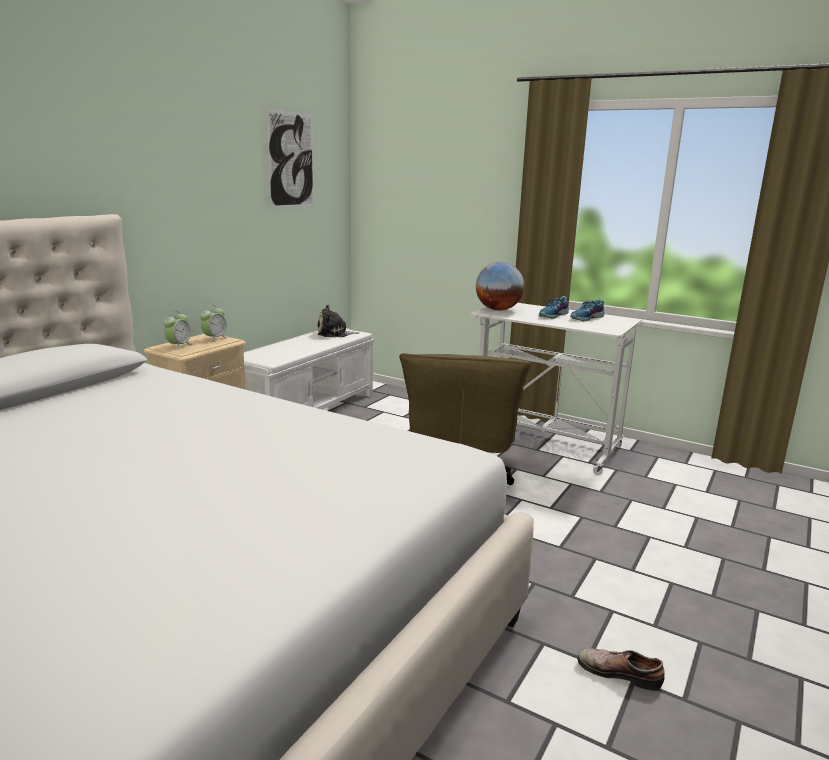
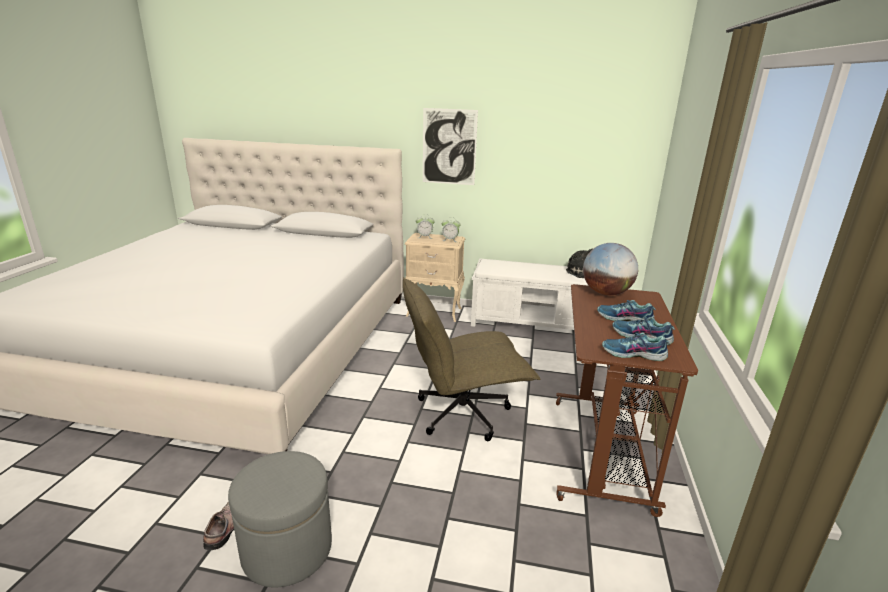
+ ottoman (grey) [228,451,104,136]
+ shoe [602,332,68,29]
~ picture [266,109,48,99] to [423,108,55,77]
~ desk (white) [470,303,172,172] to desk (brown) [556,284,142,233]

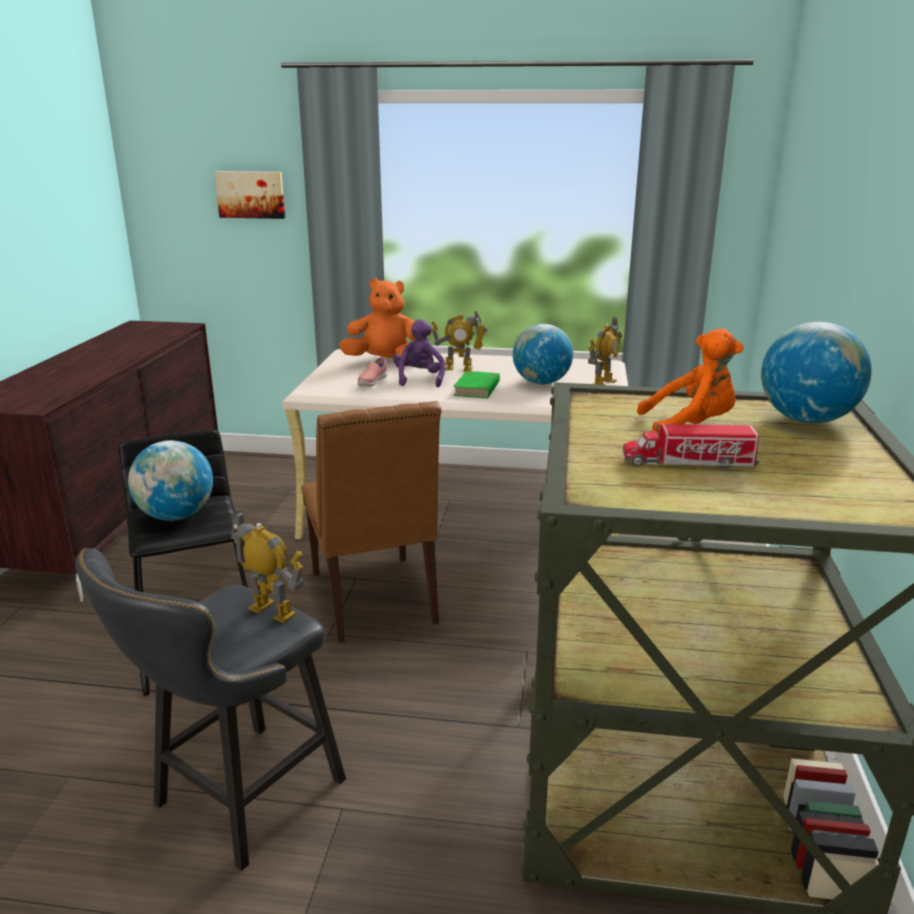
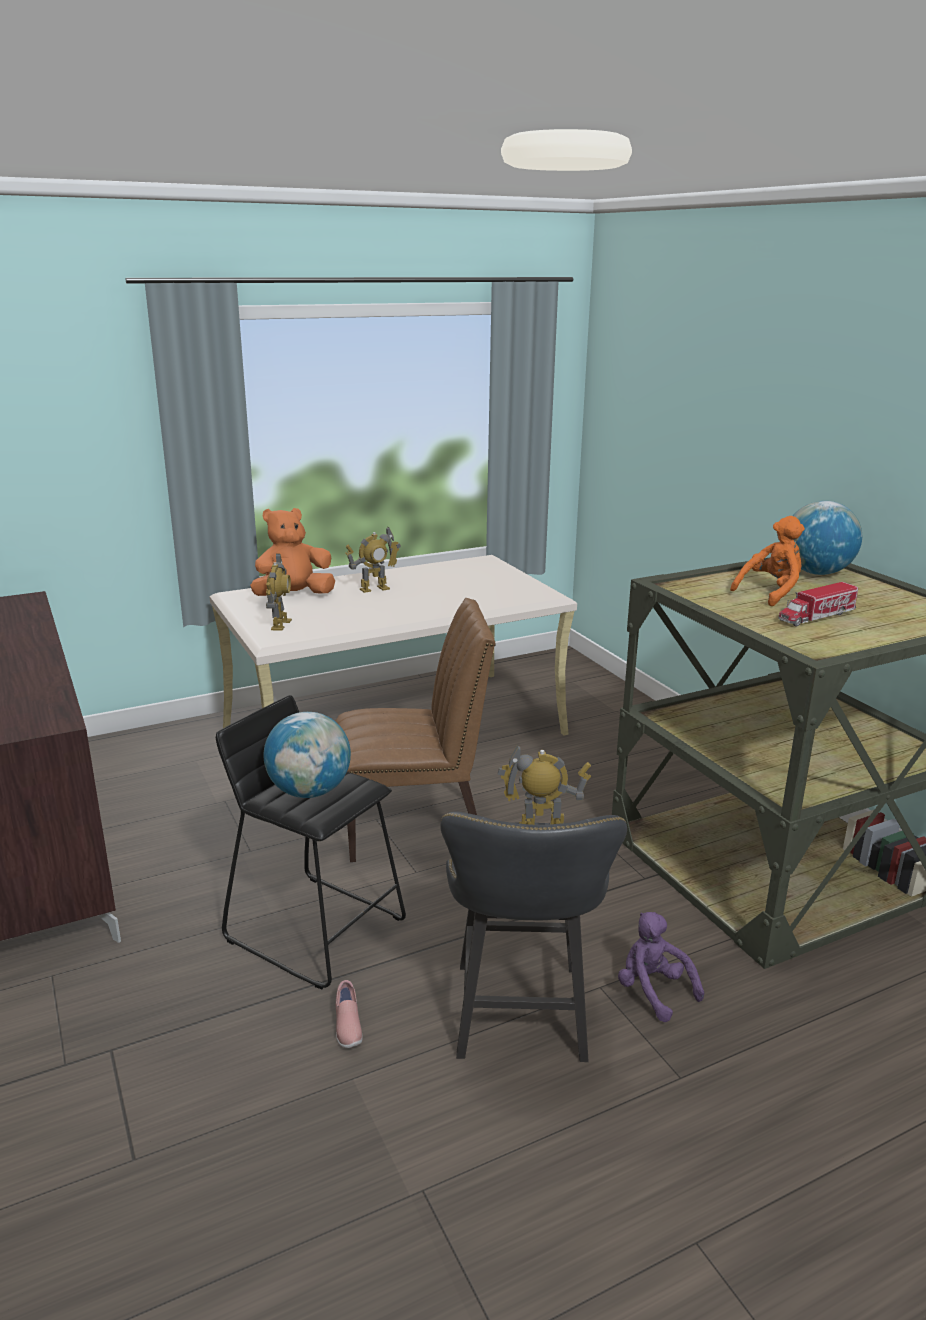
- picture [214,171,71,48]
- book (green) [453,371,47,28]
- globe [513,324,60,61]
~ shoe (pink) [357,357,30,30] to [336,980,27,68]
~ plush toy (purple) [393,319,52,68] to [618,912,86,110]
~ toy robot [588,317,34,68] to [266,554,26,77]
~ chair (brown) [301,401,140,242] = [335,598,161,264] 45 degrees counterclockwise

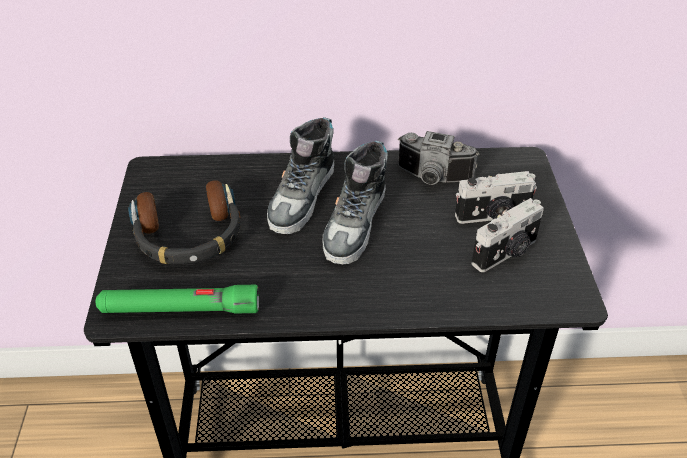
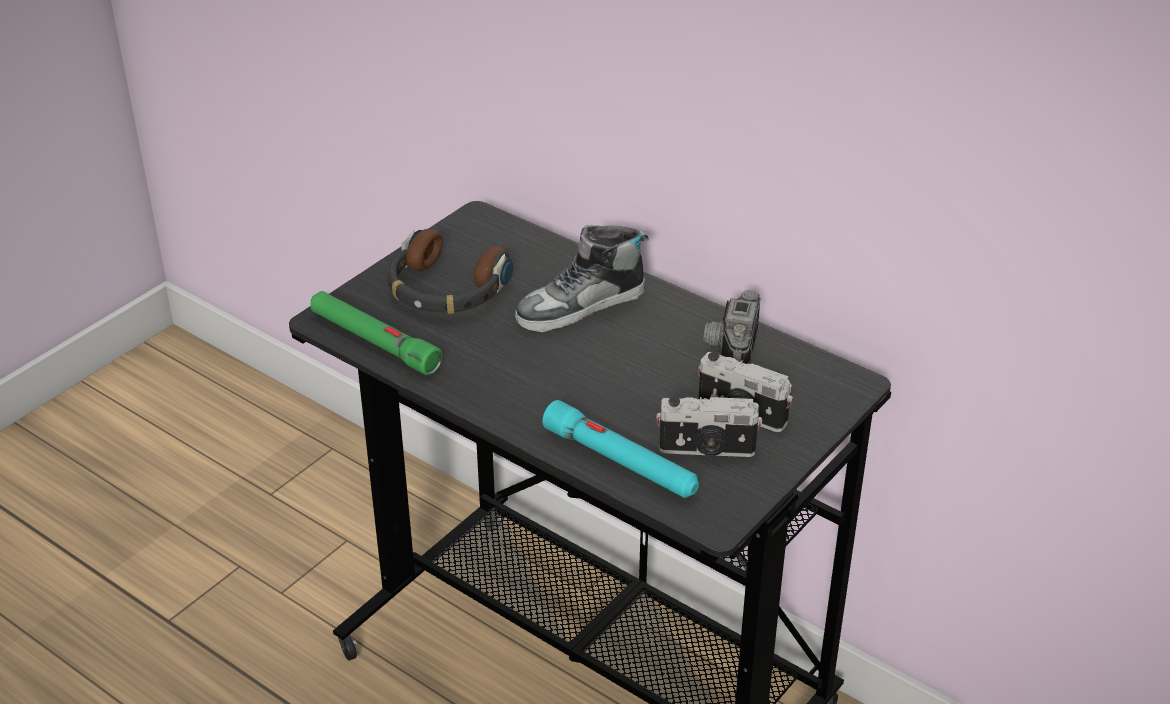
- shoe [322,140,66,124]
+ flashlight (turquoise) [542,400,157,98]
~ photo camera [398,131,81,54] = [704,290,57,74] 45 degrees clockwise

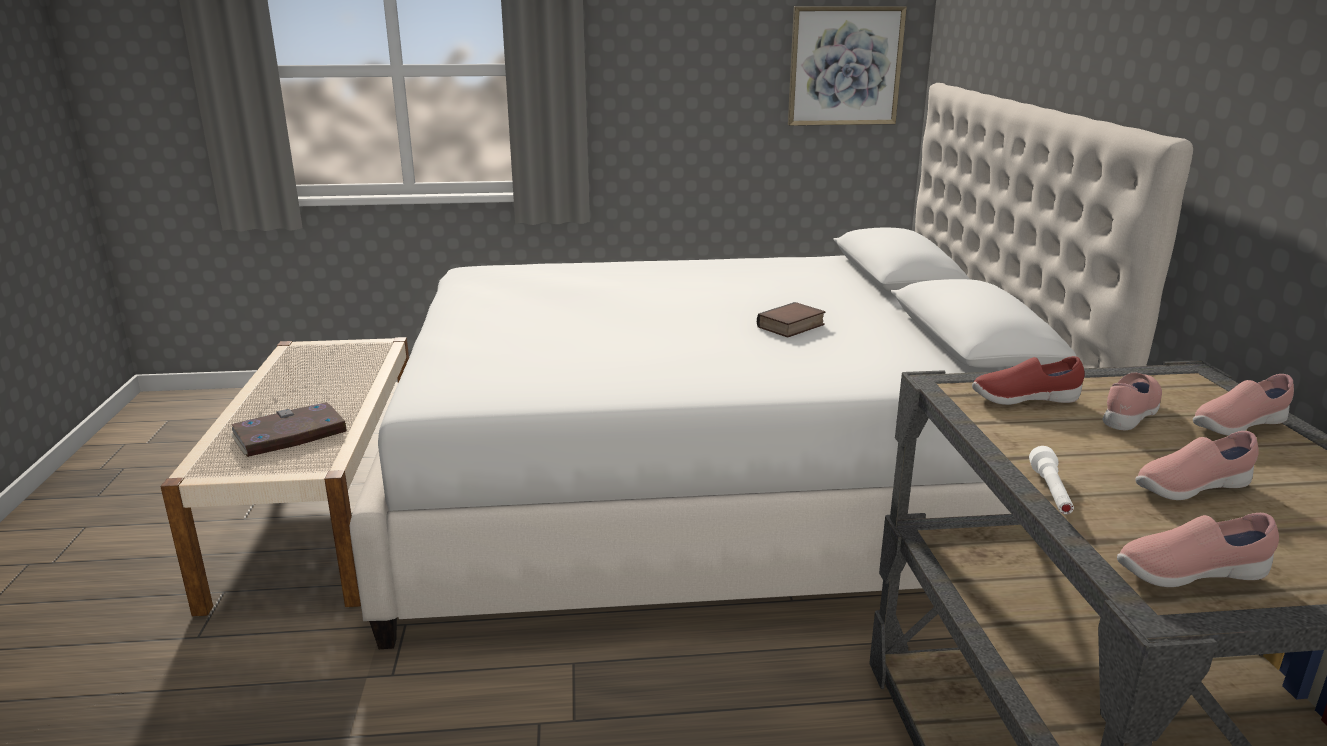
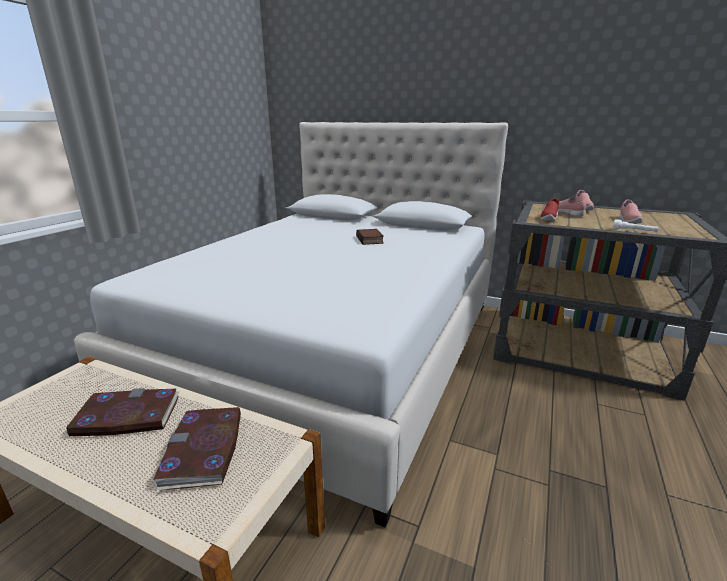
- picture [788,6,119,120]
- shoe (pink) [1117,513,162,74]
+ book [66,388,113,48]

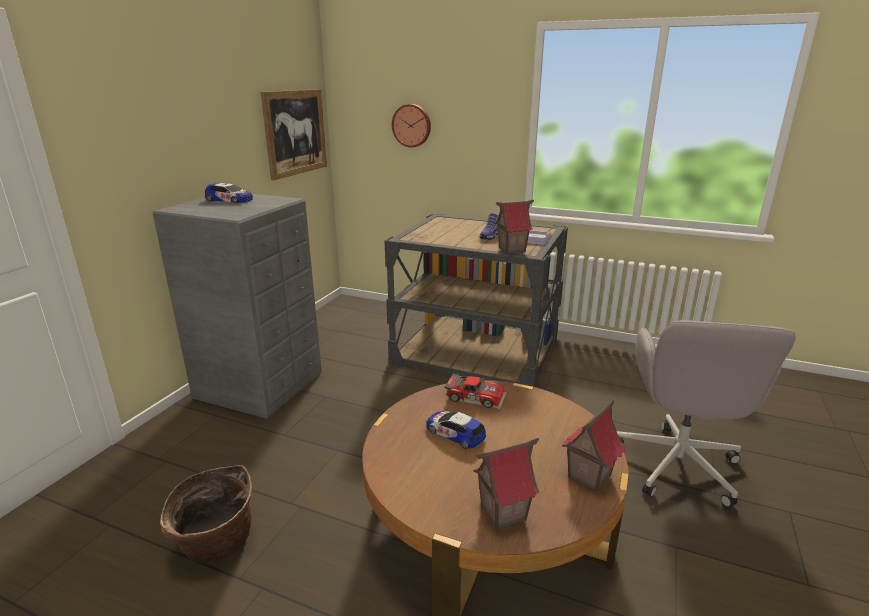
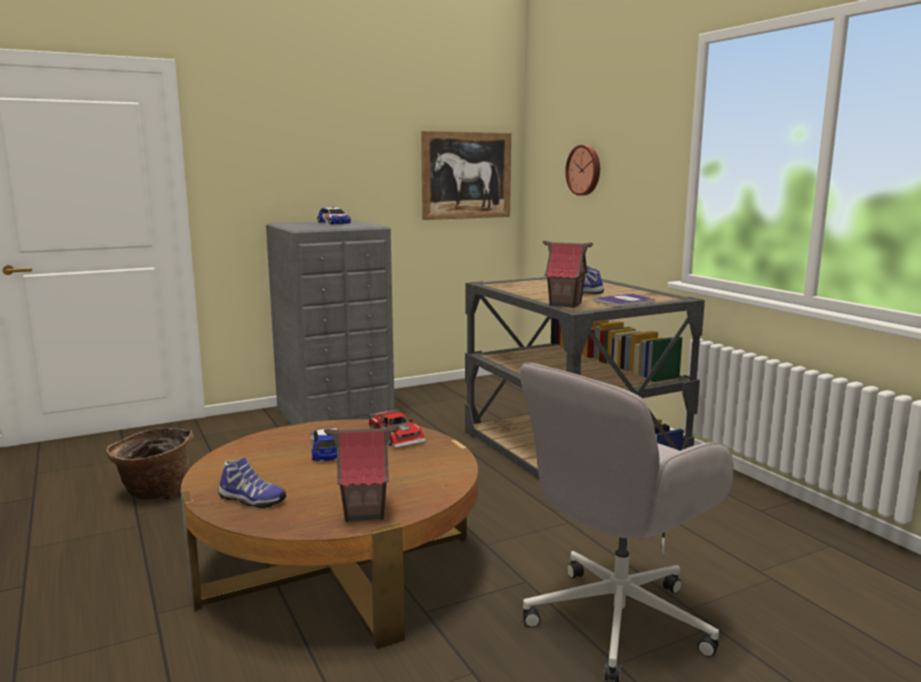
~ toy house [473,438,67,92] to shoe [218,457,68,51]

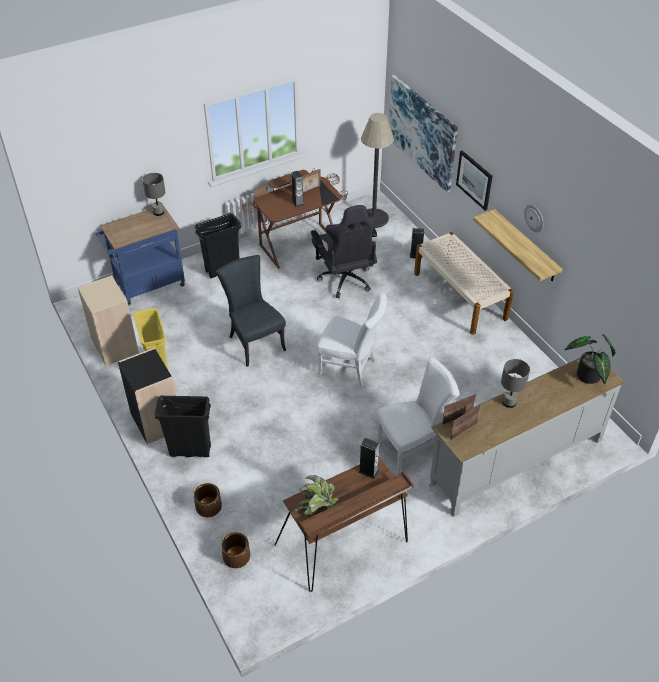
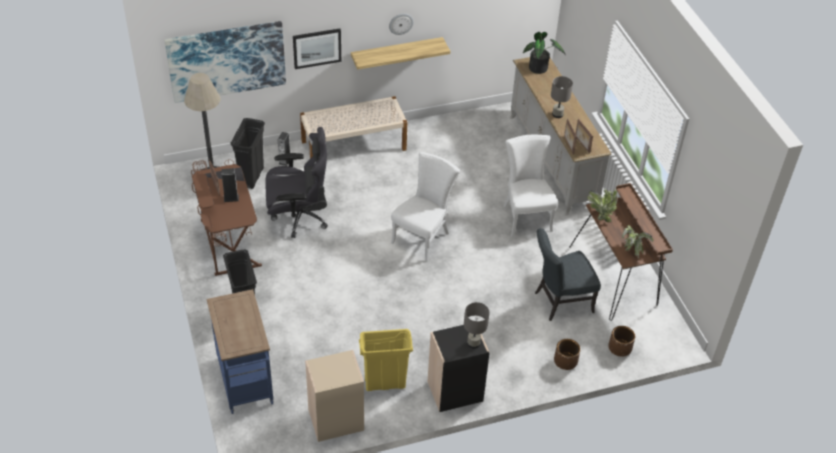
~ table lamp (grey) [143,173,22,43] to [464,302,25,47]
~ trash can (black) [155,396,56,61] to [230,118,35,71]
~ chair (grey) [216,255,70,112] to [535,228,66,93]
~ speaker [358,438,22,41] to potted plant [587,189,31,33]

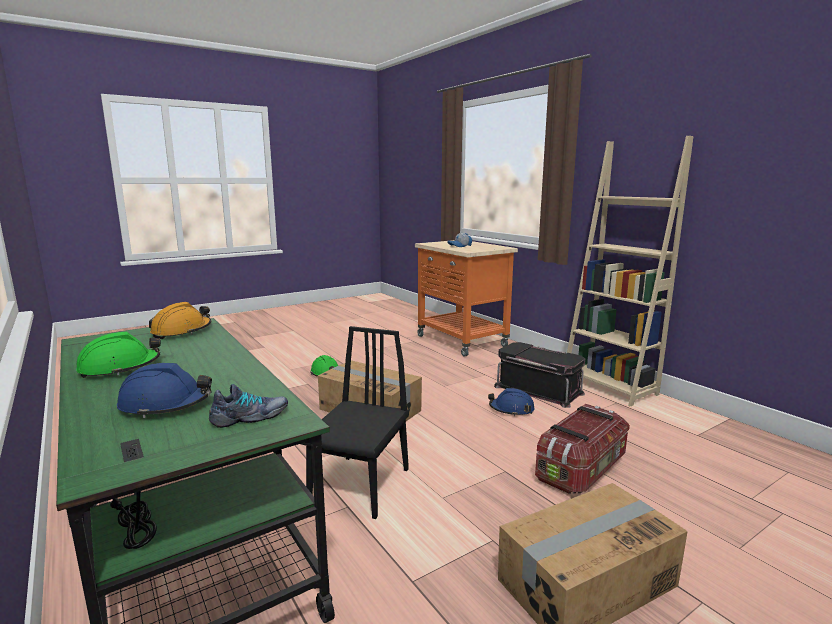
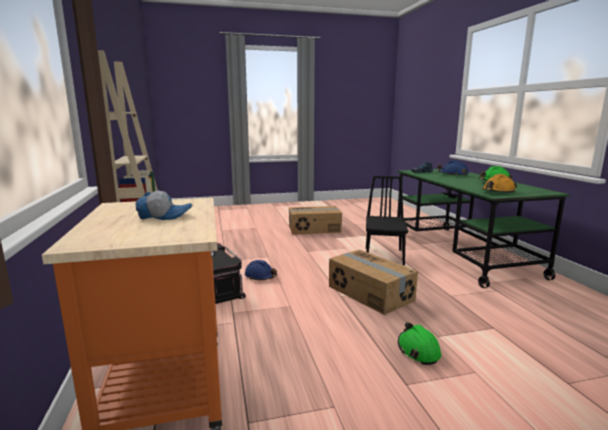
- storage box [535,404,95,90]
~ chair (black) [301,326,108,193] = [366,176,42,90] 150 degrees clockwise

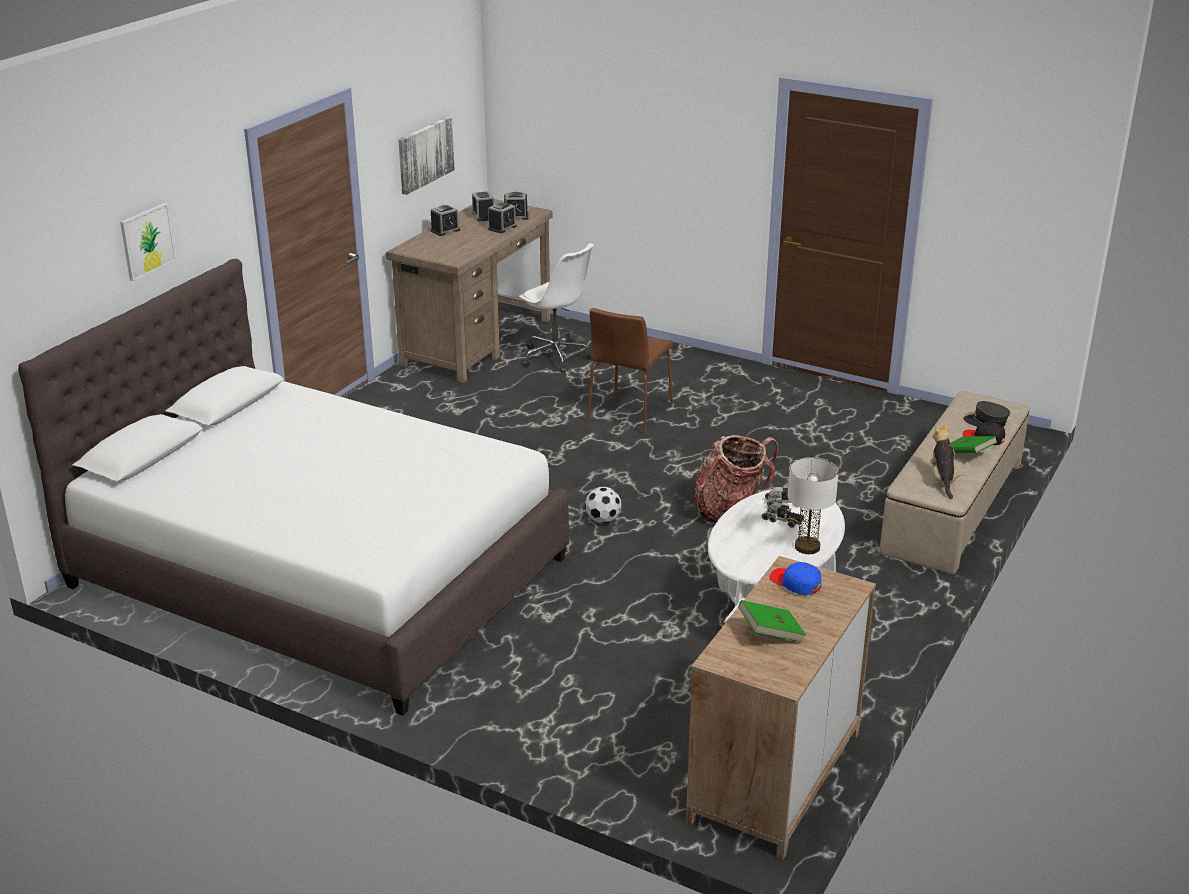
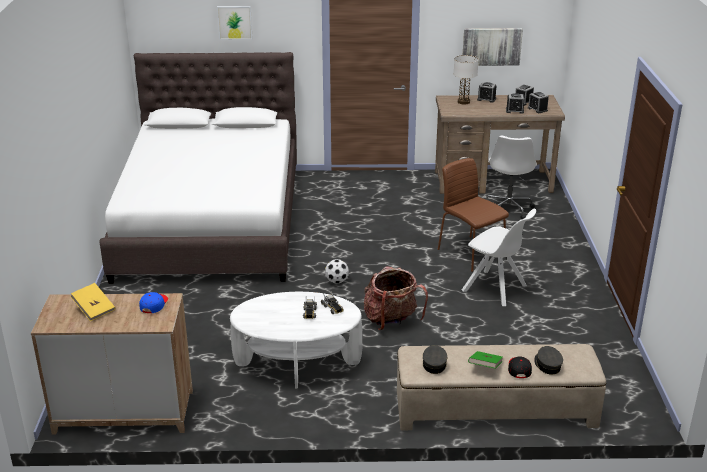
+ chair (white) [462,209,74,97]
~ table lamp [788,457,51,97] to [454,55,25,50]
~ plush toy [930,423,32,76] to cap (grey) [423,345,24,29]
~ book (green) [738,600,68,42] to book (yellow) [70,283,45,38]
~ chair (brown) [587,308,86,127] = [438,158,71,114] 60 degrees clockwise

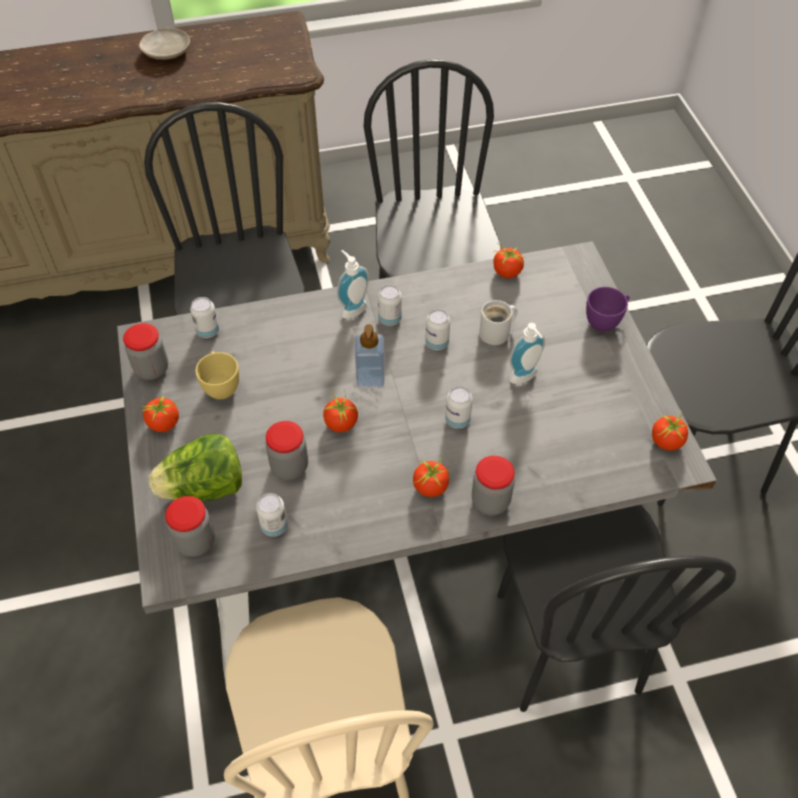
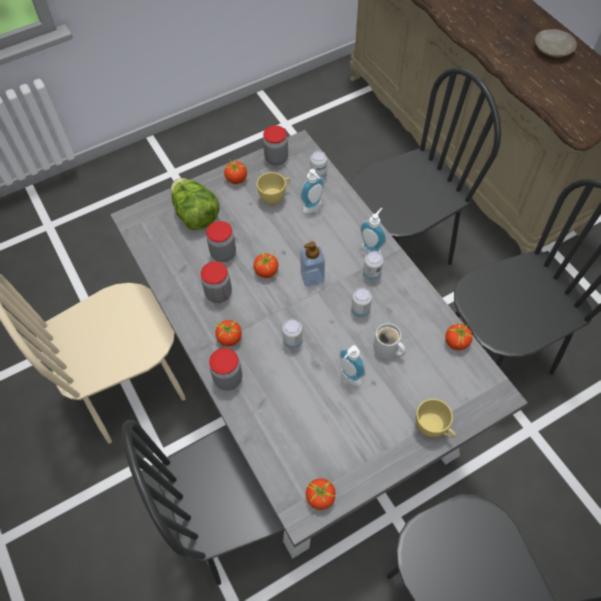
- can [256,493,32,43]
+ soap dispenser [300,169,25,44]
~ jar [165,496,50,61] to [201,261,31,42]
~ cup (purple) [586,287,43,45] to cup (yellow) [416,399,40,39]

